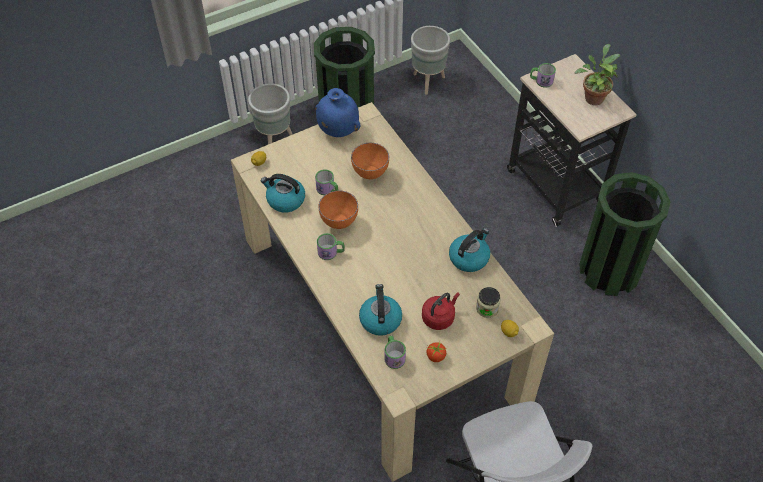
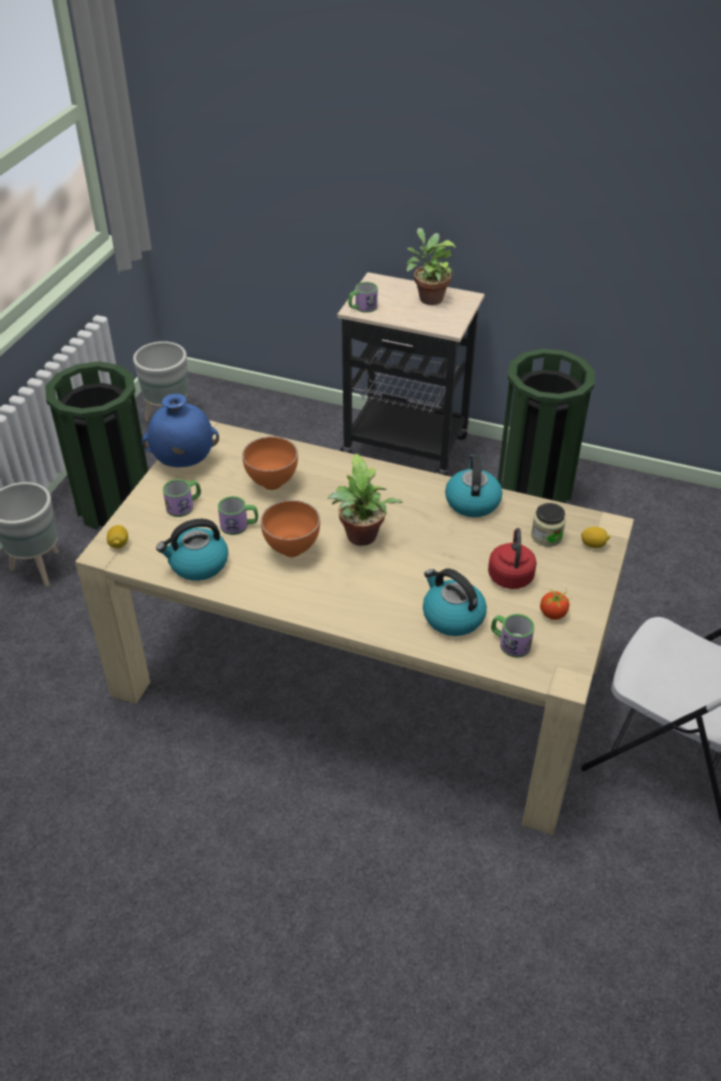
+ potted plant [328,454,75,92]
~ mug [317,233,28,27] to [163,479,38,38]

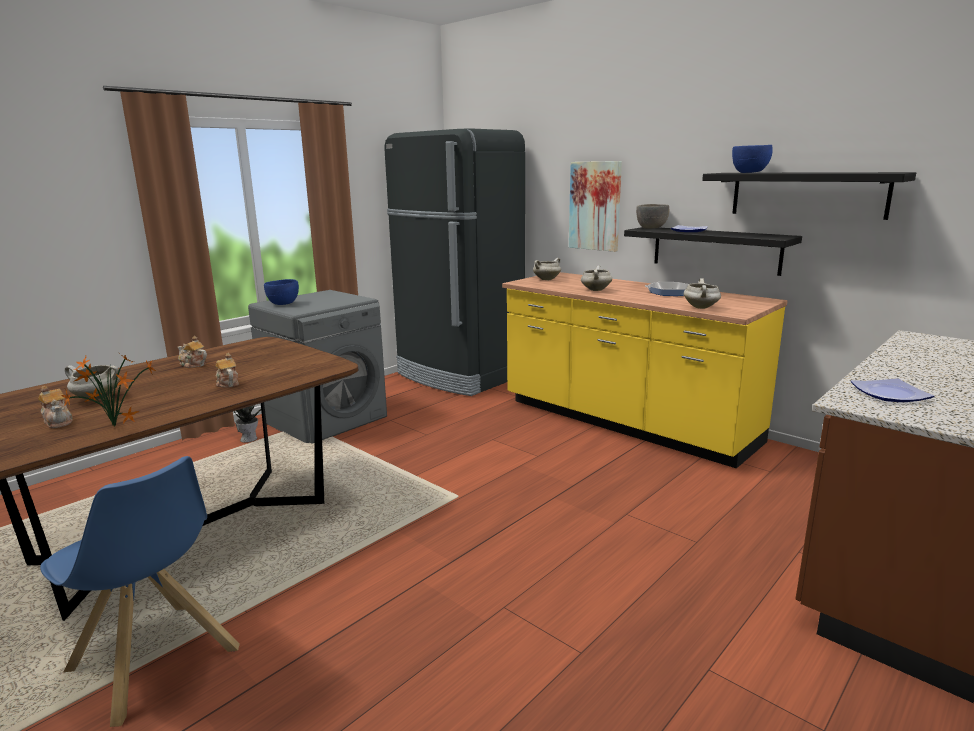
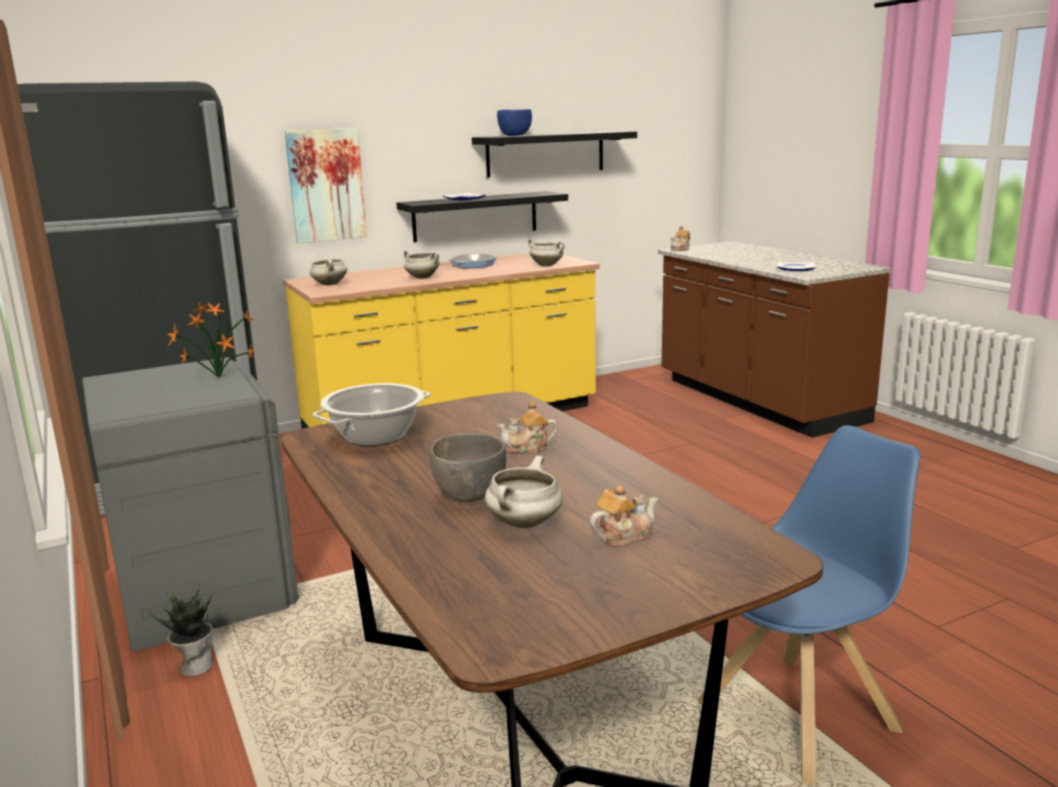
- bowl (blue) [264,279,35,26]
+ cooking pot [312,383,119,63]
~ potted plant [61,353,96,73] to [168,303,87,75]
~ teapot [178,336,29,32] to [671,226,19,25]
~ bowl (grey) [636,204,33,25] to [430,433,76,70]

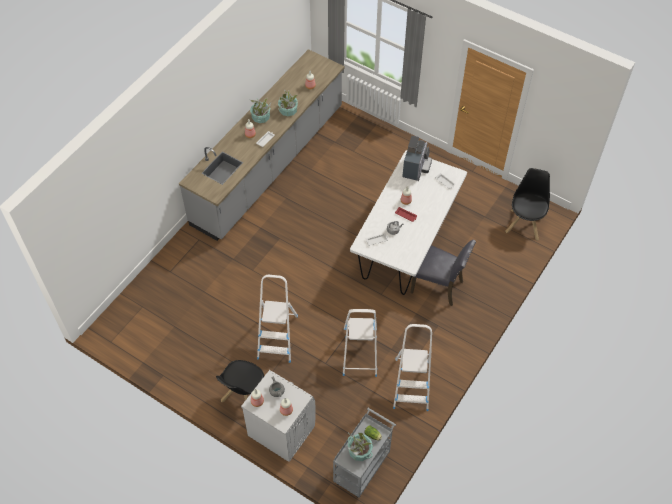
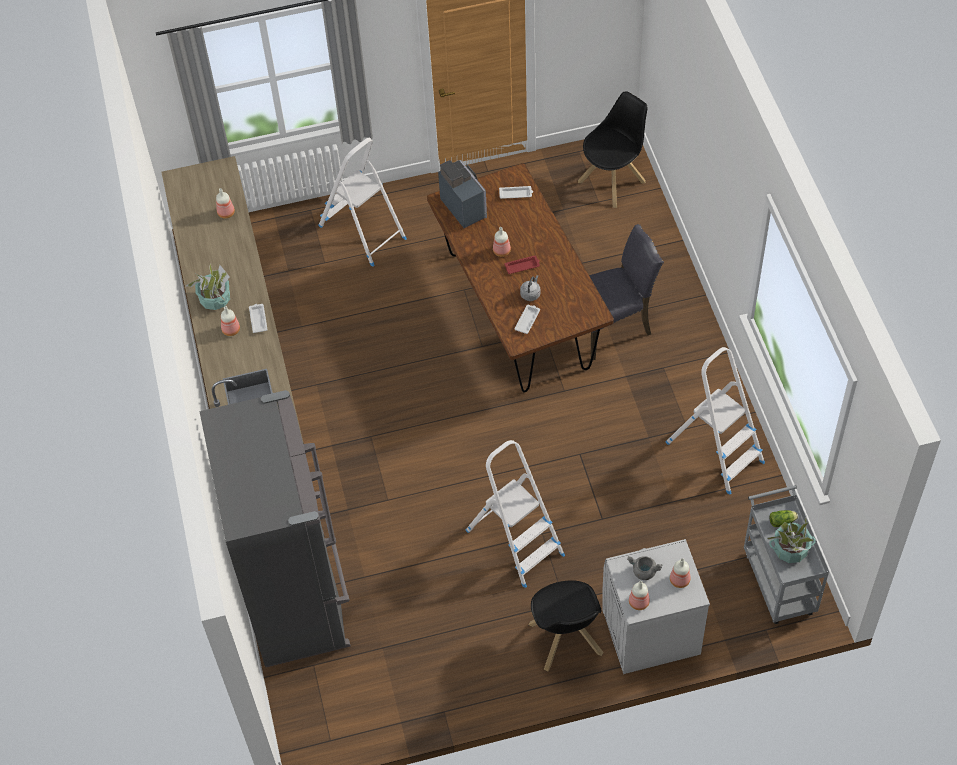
- potted plant [278,90,20,26]
+ fridge (grey) [199,390,152,277]
~ step ladder (white) [343,309,34,68] to [318,137,89,130]
~ dining table (white) [350,150,117,145] to dining table (brown) [427,163,187,230]
~ chair (black) [505,168,45,73] = [578,91,69,117] 75 degrees clockwise

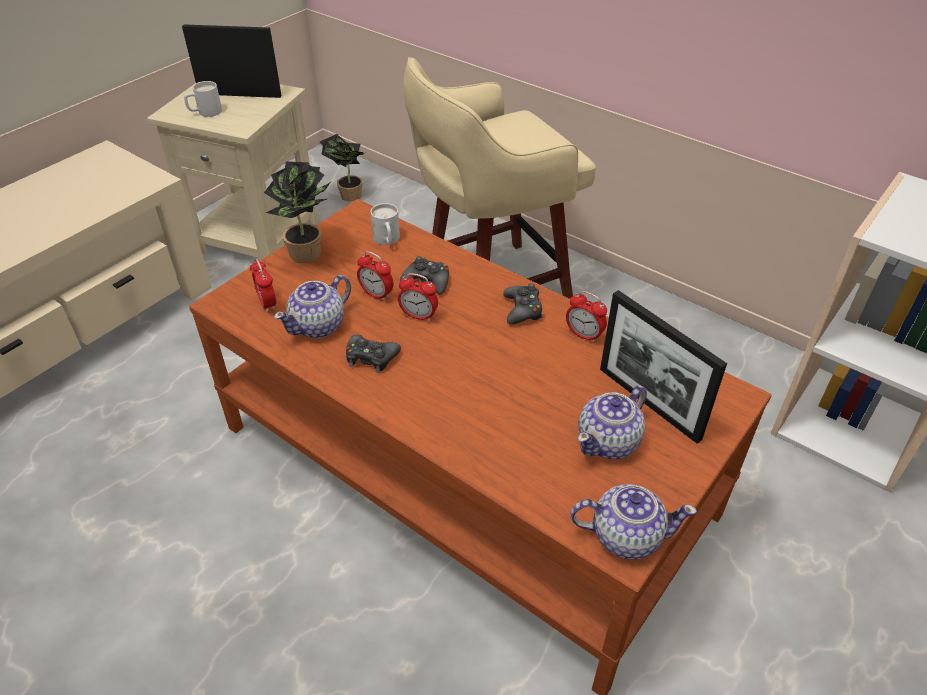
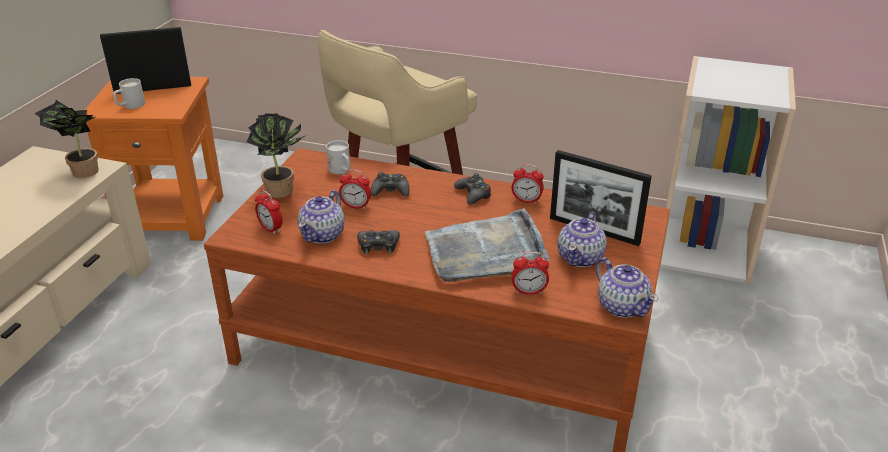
+ tray (grey) [425,208,124,74]
~ potted plant [320,134,45,68] to [35,100,64,78]
~ alarm clock [398,273,40,48] to [512,252,37,43]
~ side table (beige) [147,83,171,178] to side table (orange) [85,77,138,164]
~ teapot [570,484,127,75] = [596,257,62,61] 75 degrees clockwise

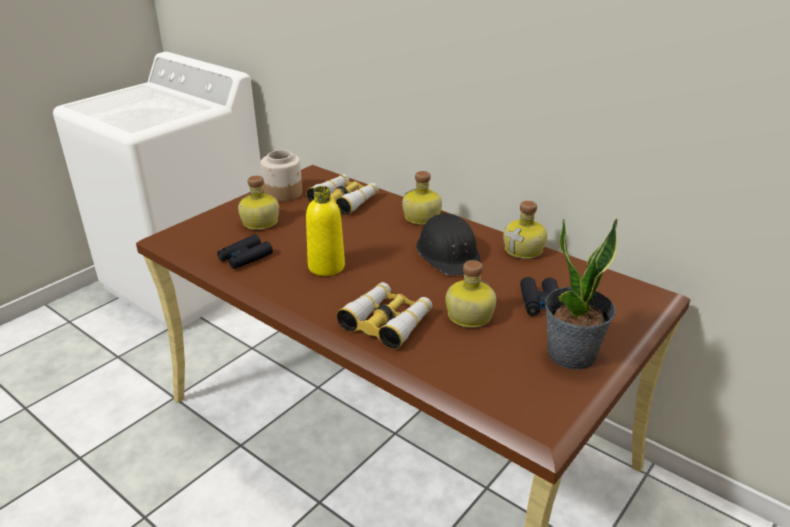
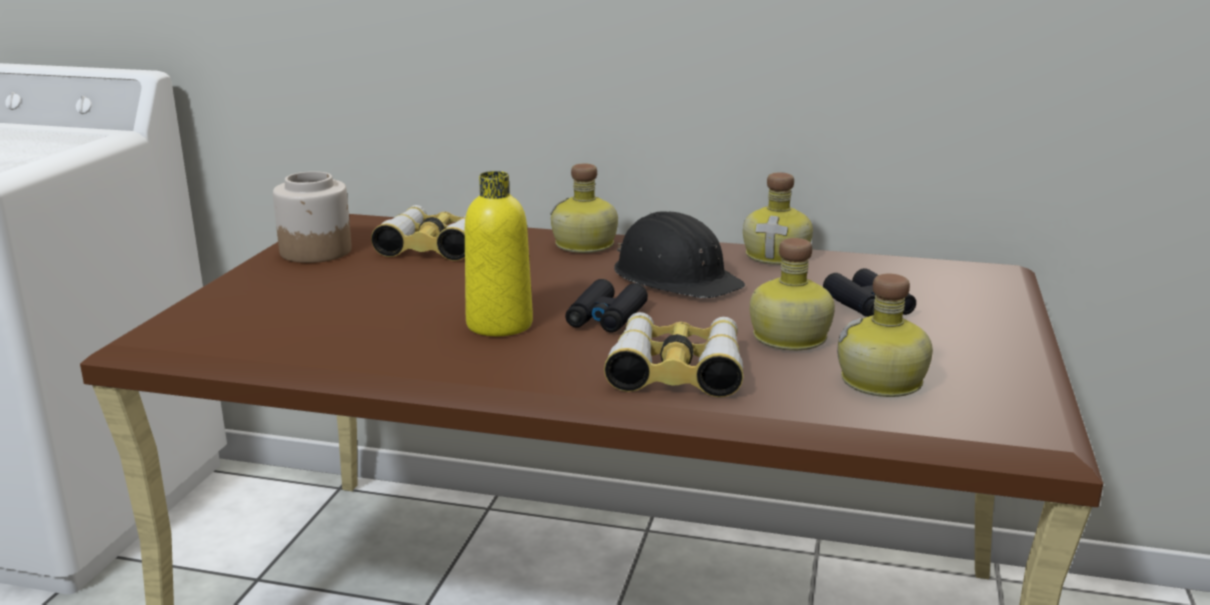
- potted plant [545,218,72,152]
~ binoculars (black) [217,235,56,34] to [565,279,83,53]
~ bottle [238,175,41,55] to [837,274,96,123]

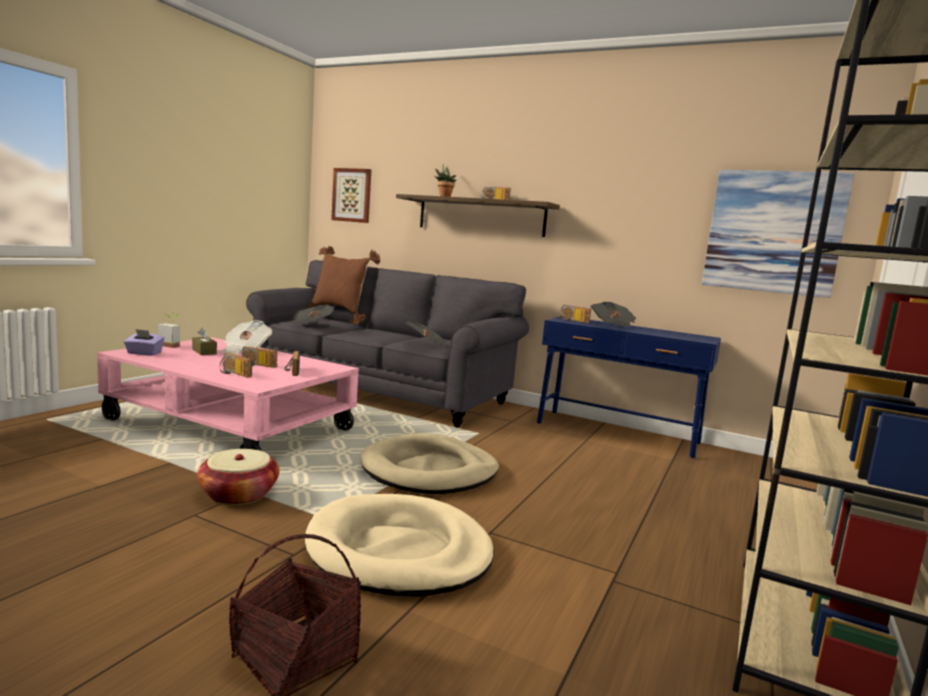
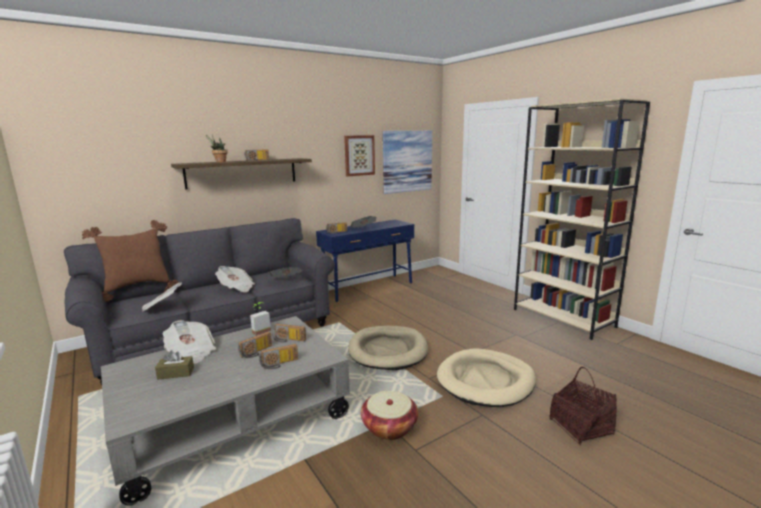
- tissue box (purple) [124,329,40,26]
+ newspaper [215,266,40,26]
~ potted plant [158,313,22,35] to [250,302,21,34]
~ picture [331,168,40,55] to [344,135,31,42]
~ coffee table (pink) [97,337,262,114] to coffee table (grey) [101,316,249,190]

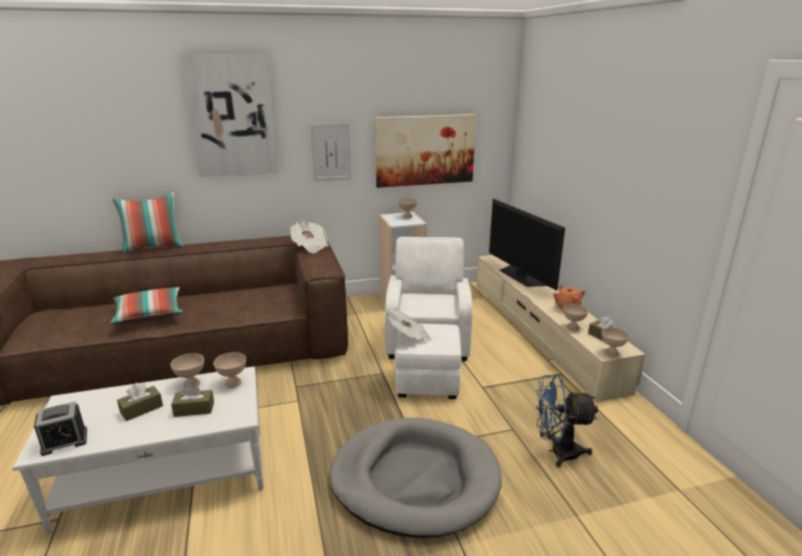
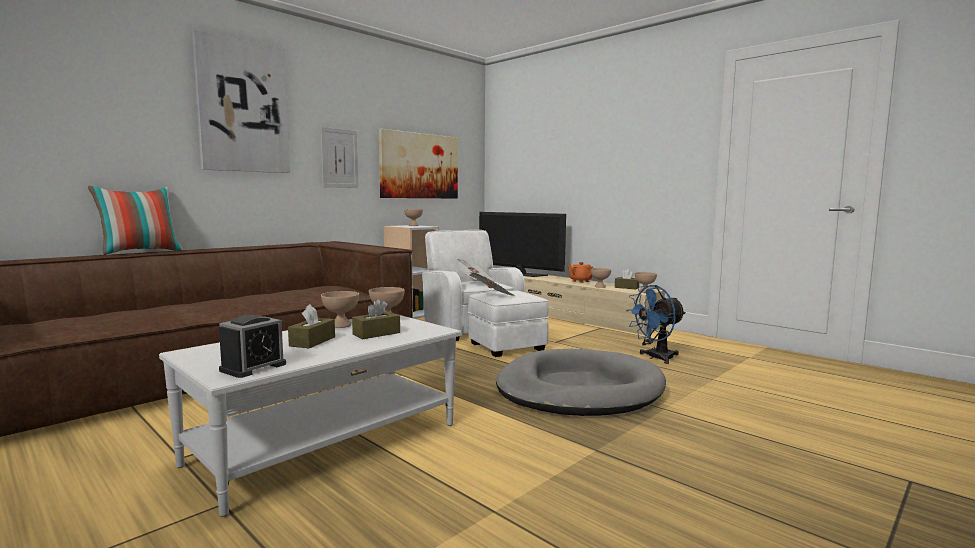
- pillow [110,287,72,37]
~ newspaper [290,220,39,33] to [456,259,39,22]

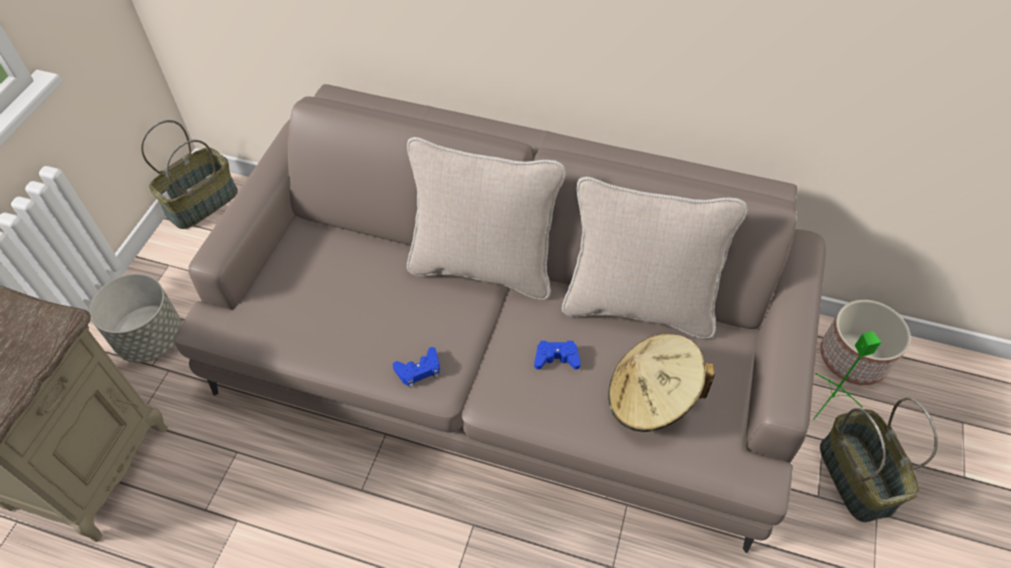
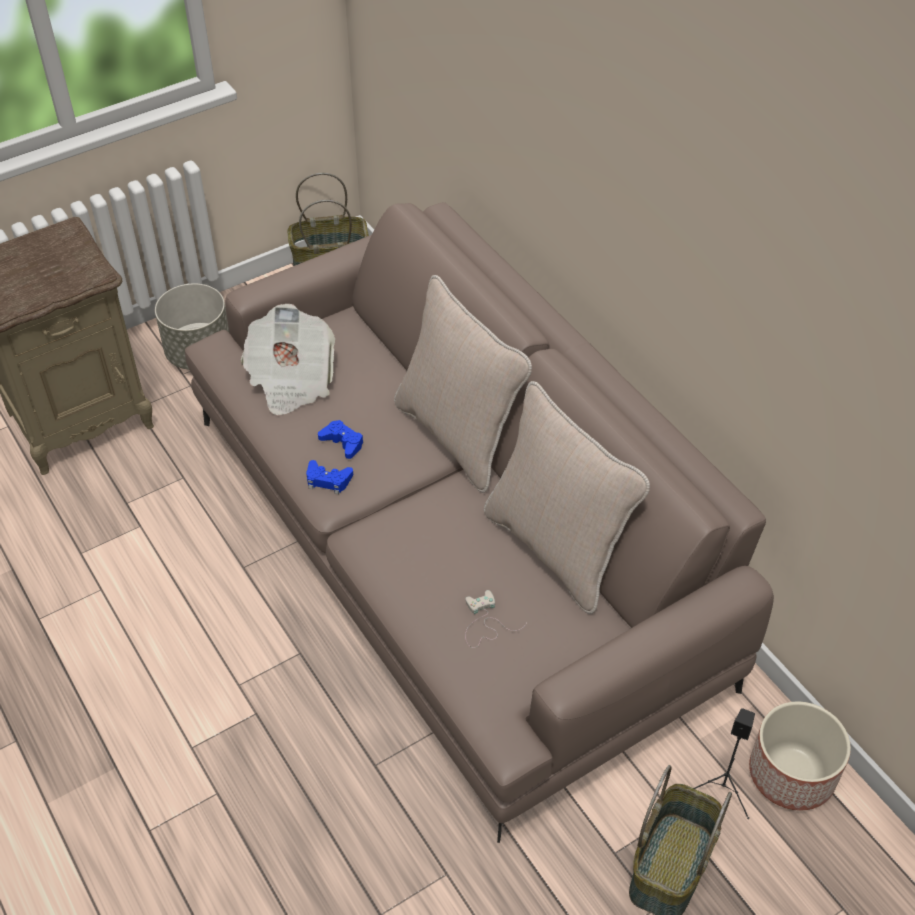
+ newspaper [241,304,94,112]
~ game controller (blue) [534,341,47,29] to [318,420,46,39]
~ hat (beige) [608,334,107,98] to game controller (white) [465,590,62,58]
~ speaker (green) [813,331,69,89] to speaker (black) [694,708,61,111]

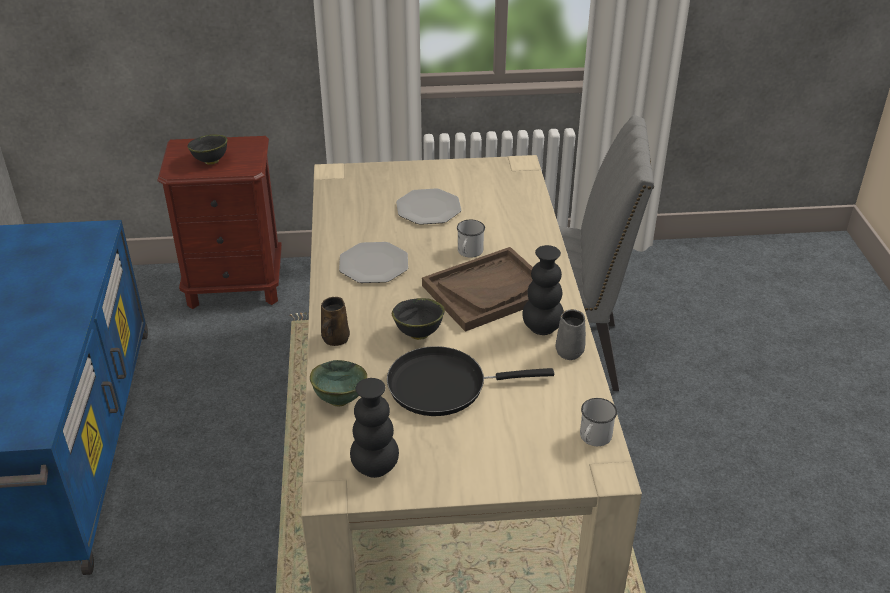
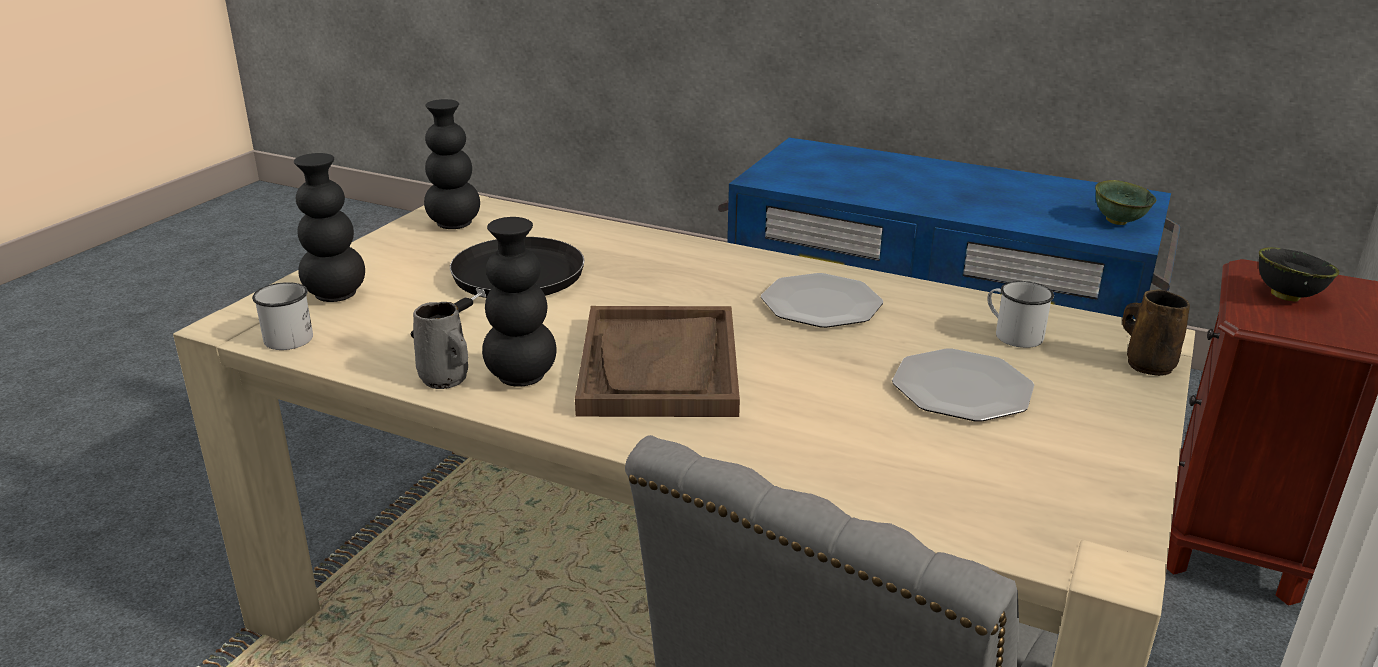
- bowl (black) [392,298,53,42]
+ vase (black) [294,153,71,149]
~ bowl (green) [310,360,57,46] to [1095,180,62,45]
~ mug (brown) [321,297,29,49] to [1122,290,68,86]
~ mug (white) [457,220,28,38] to [987,281,67,67]

